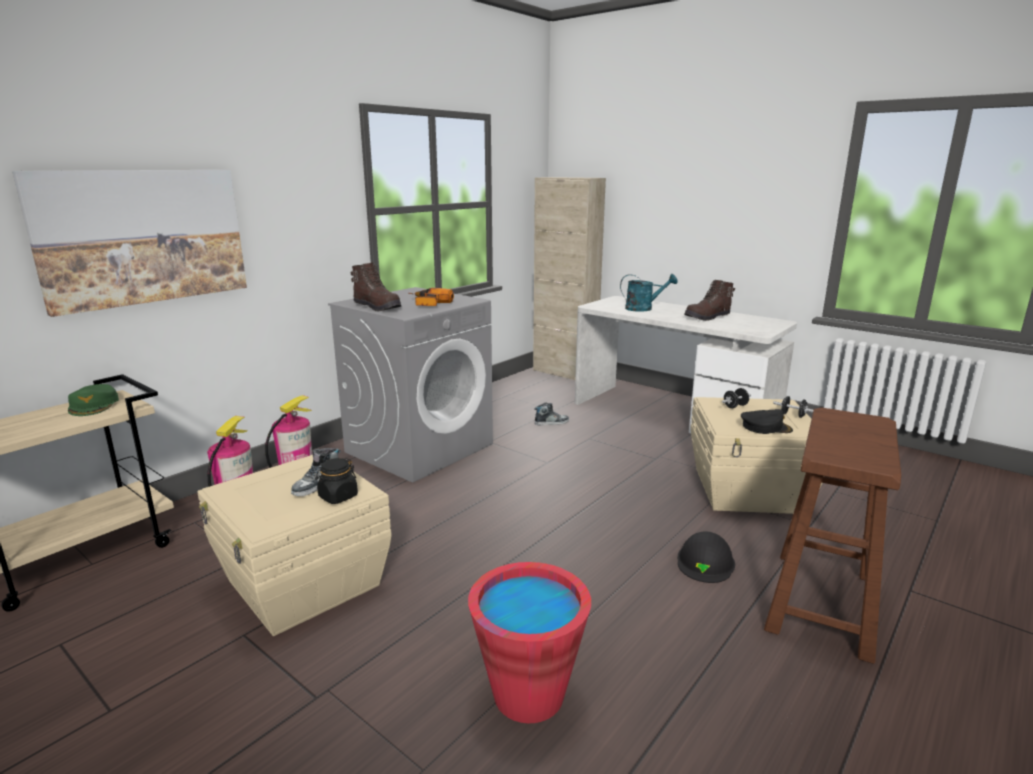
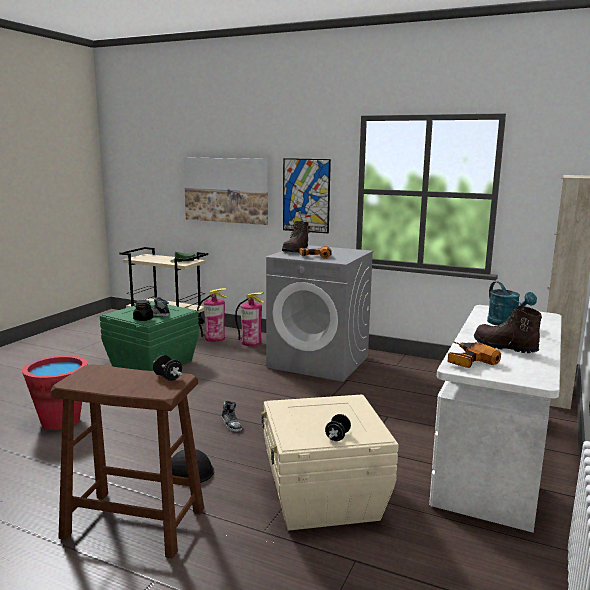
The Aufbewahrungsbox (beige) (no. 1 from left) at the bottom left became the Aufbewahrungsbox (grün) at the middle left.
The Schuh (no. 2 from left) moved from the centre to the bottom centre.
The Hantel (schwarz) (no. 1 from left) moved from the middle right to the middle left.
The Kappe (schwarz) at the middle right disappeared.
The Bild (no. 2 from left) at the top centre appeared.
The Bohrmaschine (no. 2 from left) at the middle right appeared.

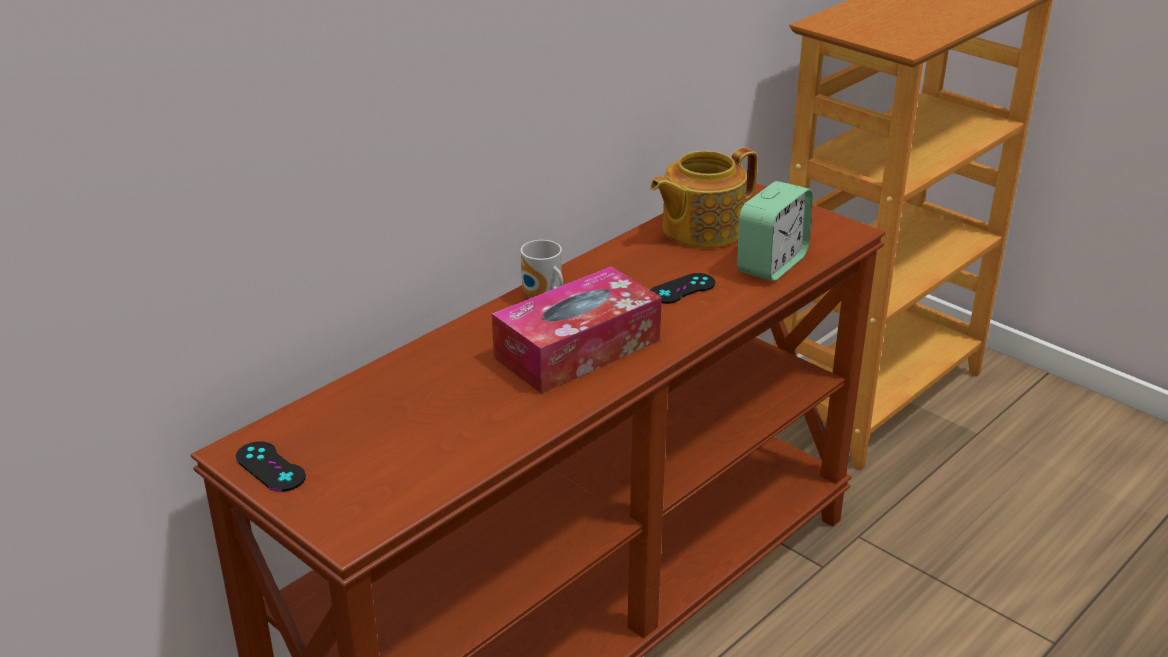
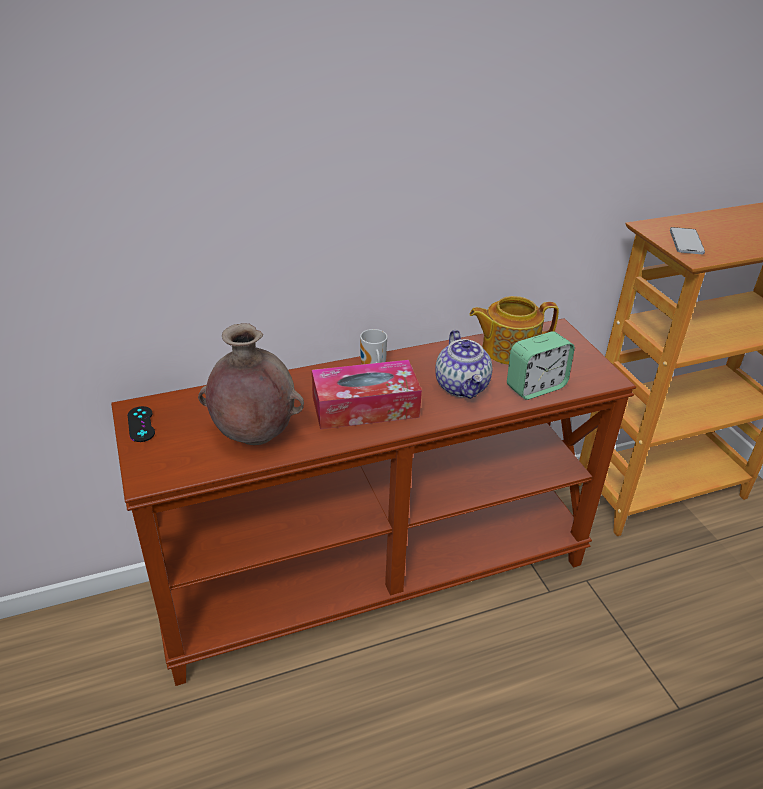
The Gamepad (schwarz) (no. 2 from left) at the centre was replaced by the Teekanne (no. 1 from left) at the centre.
The Vase (braun) at the middle left appeared.
The Handy at the top right appeared.

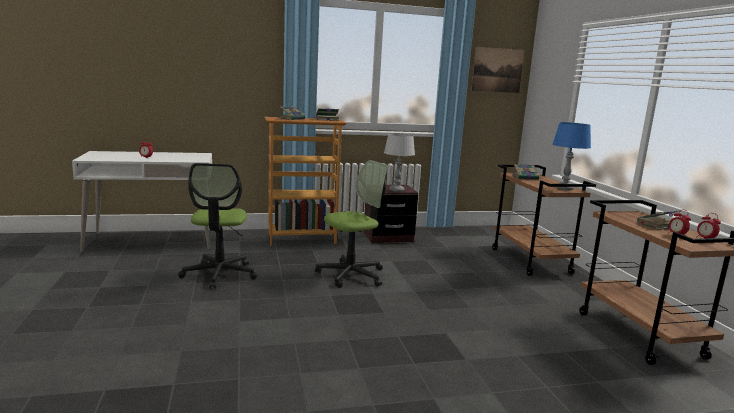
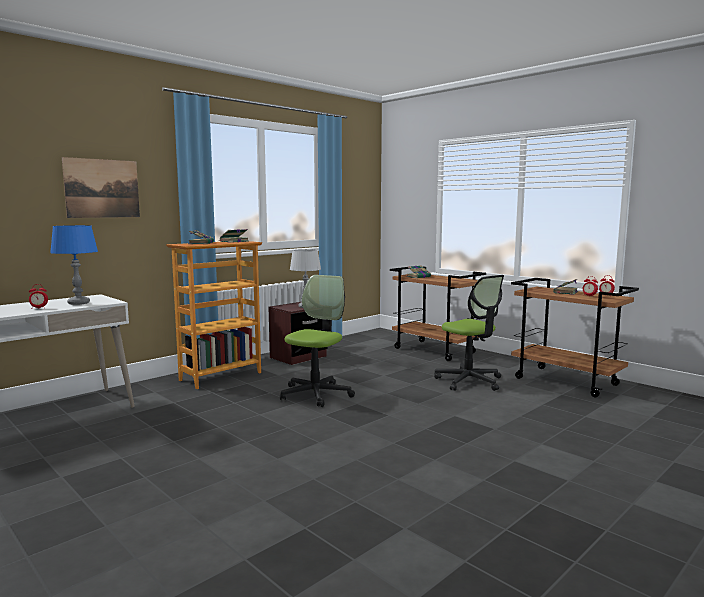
The Bürostuhl (no. 1 from left in the first image) moved from the middle left to the centre.
The Bild moved from the top right to the top left.
The Tischlampe (blau) moved from the middle right to the middle left.

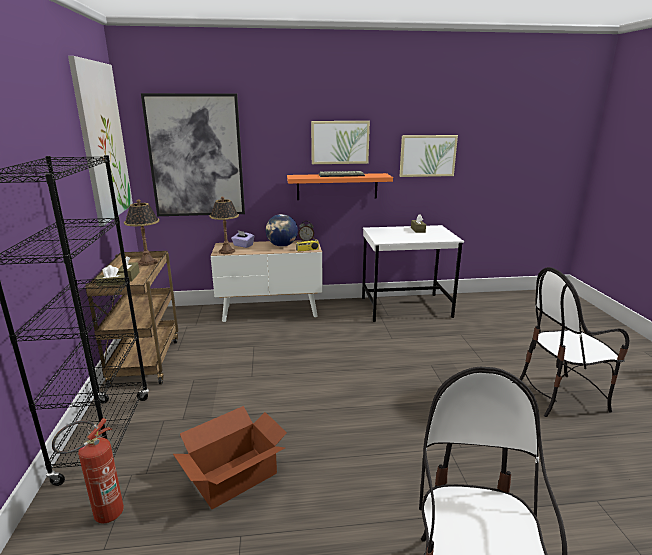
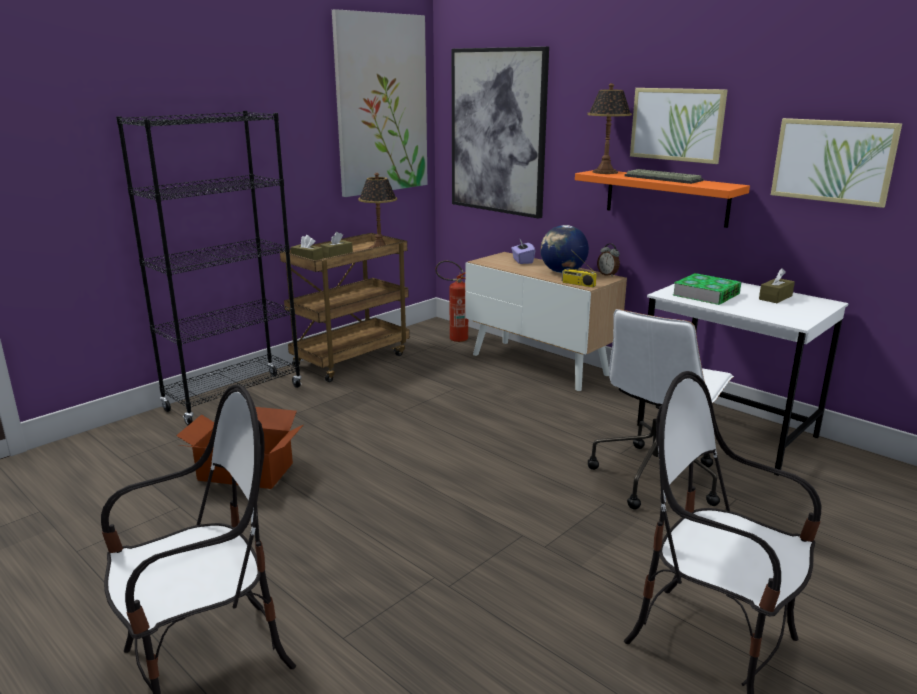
The Feuerlöscher moved from the bottom left to the centre.
The Tischlampe (no. 2 from left) moved from the centre to the top centre.
The Bürostuhl (weiß) at the middle right appeared.
The Buch at the middle right appeared.

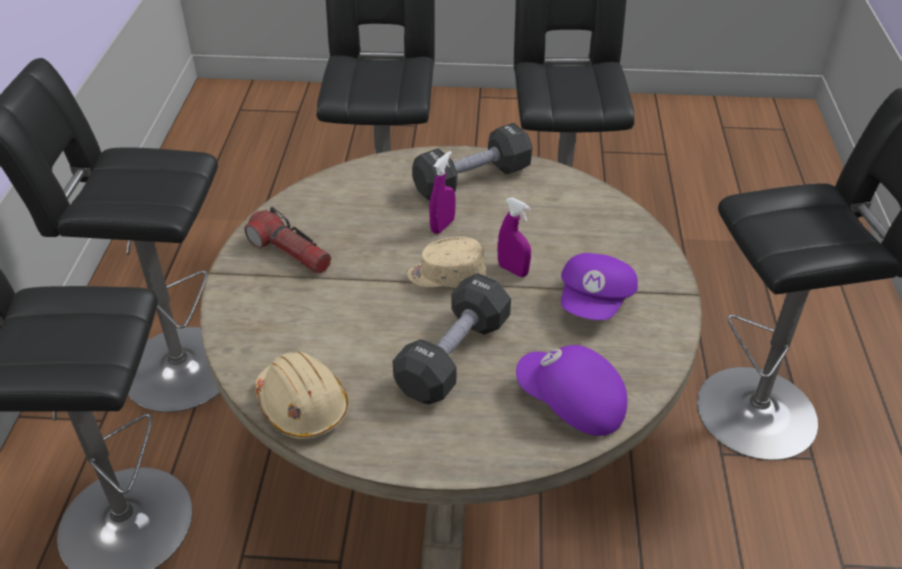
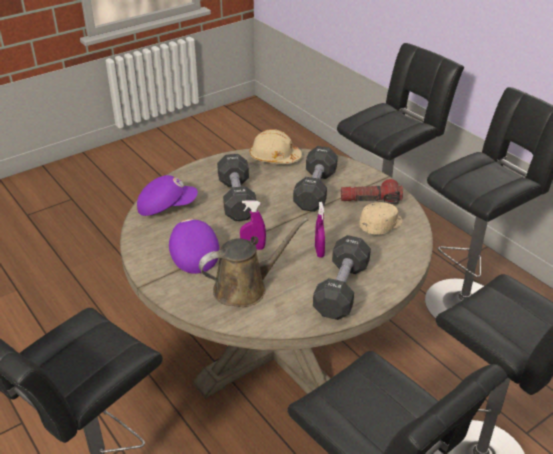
The Kappe (beige) moved from the centre to the middle right.
The Gießkanne (braun) at the centre appeared.
The Hantel (schwarz) (no. 2 from left) at the centre appeared.

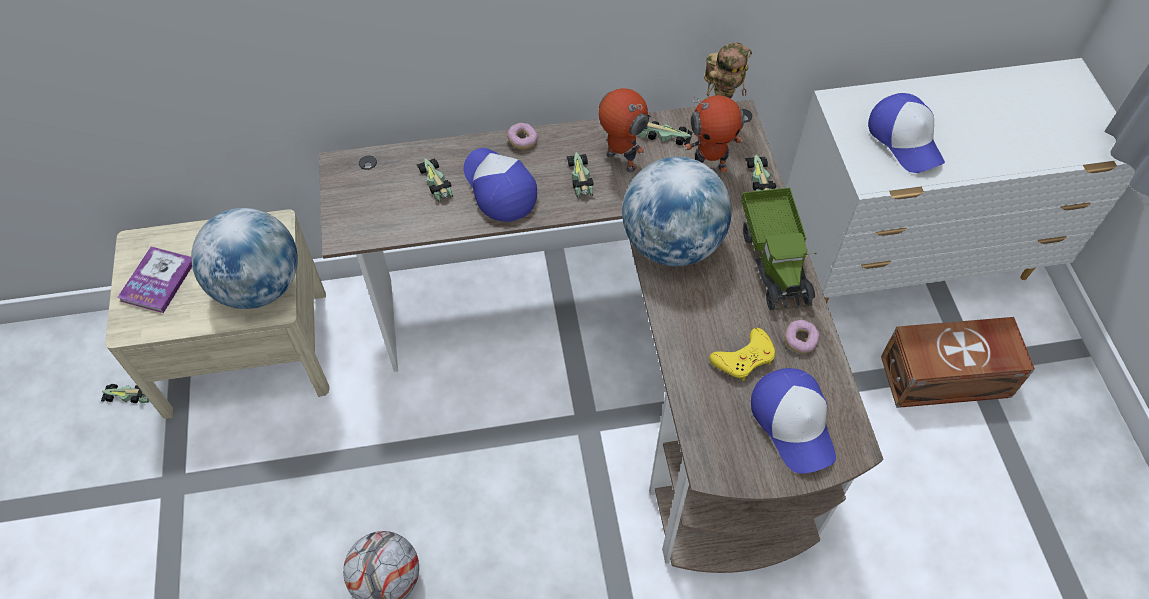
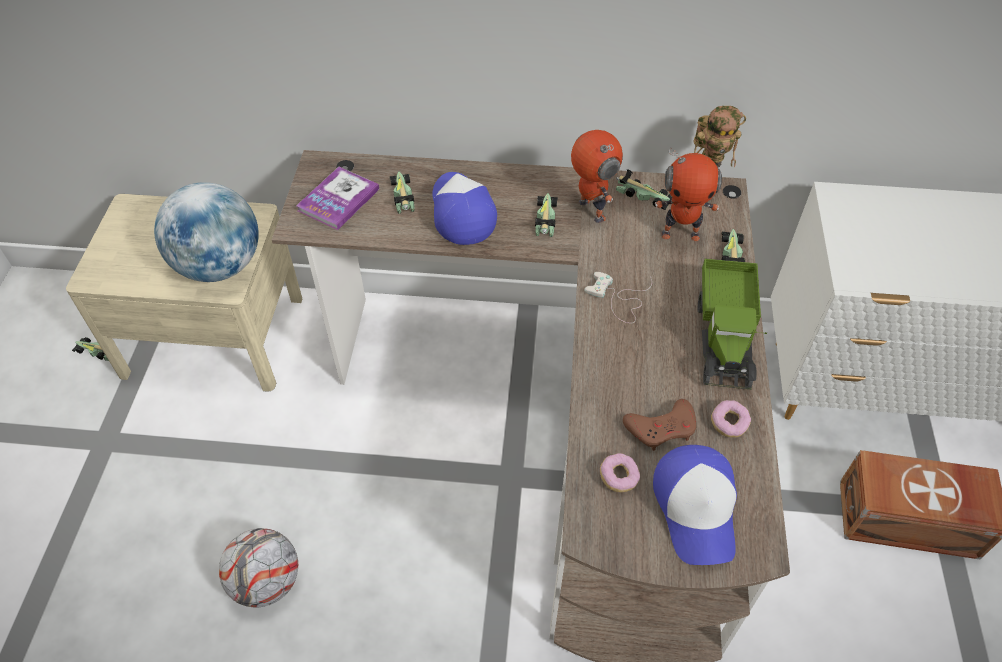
The Buch moved from the middle left to the top centre.
The Donut (no. 1 from left) moved from the top centre to the bottom centre.
The Globus (no. 2 from left) at the centre was replaced by the Gamepad (weiß) at the centre.
The Gamepad (gelb) at the centre became the Gamepad (braun) at the centre.
The Kappe (no. 3 from left) at the top right disappeared.

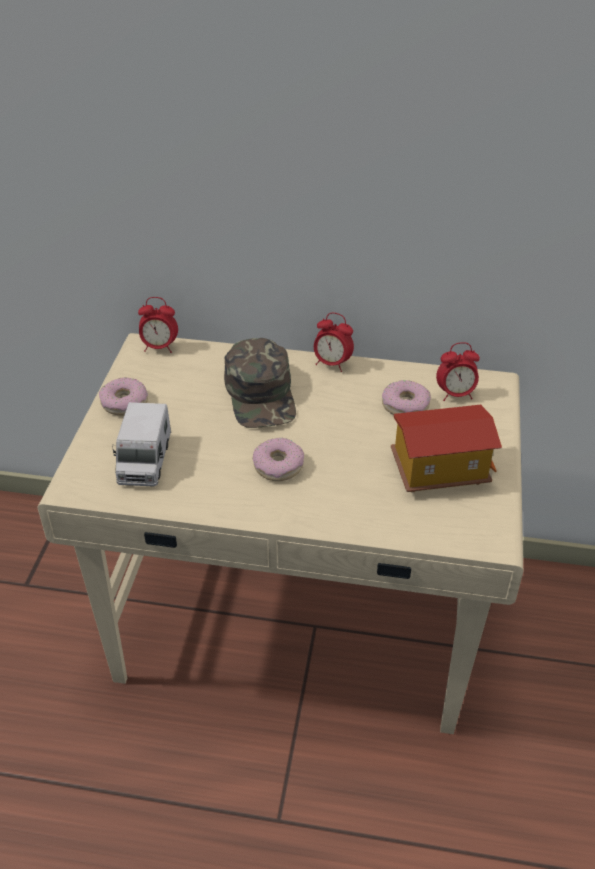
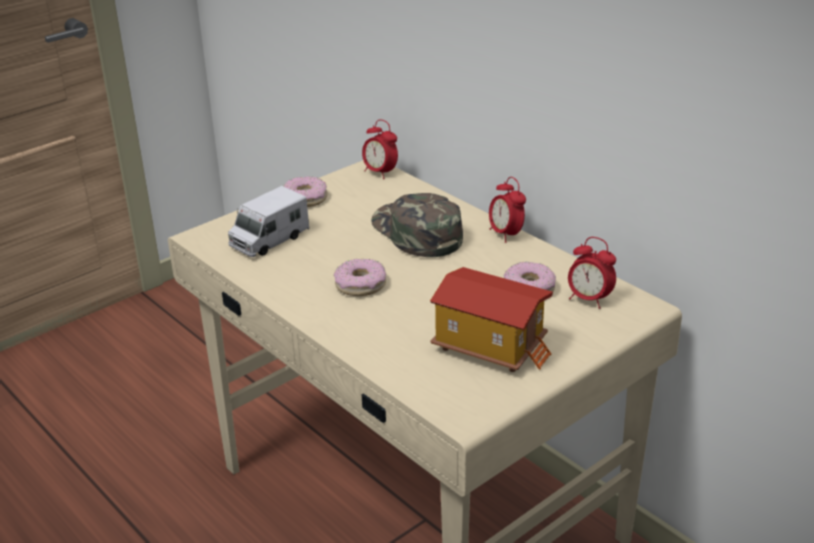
The Kappe (grün) at the centre turned 120 degrees clockwise.

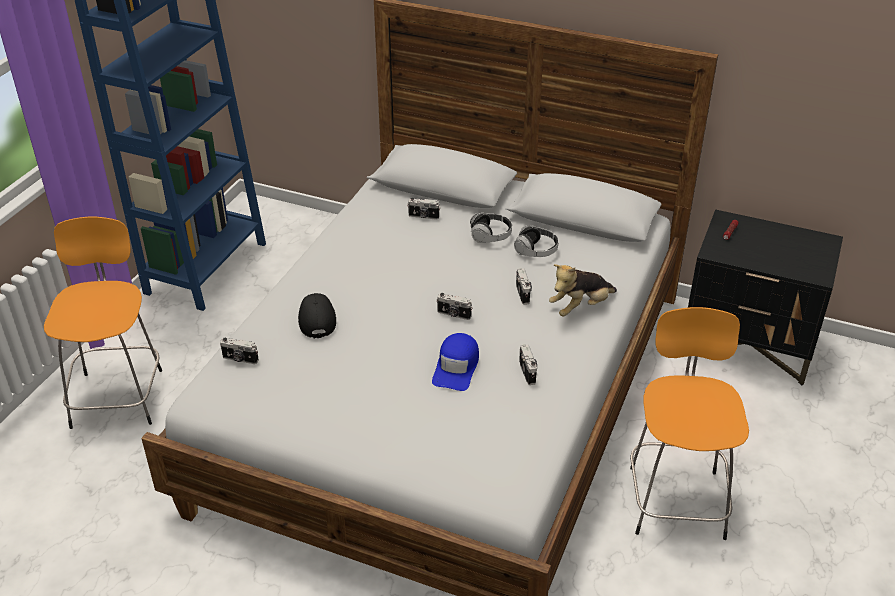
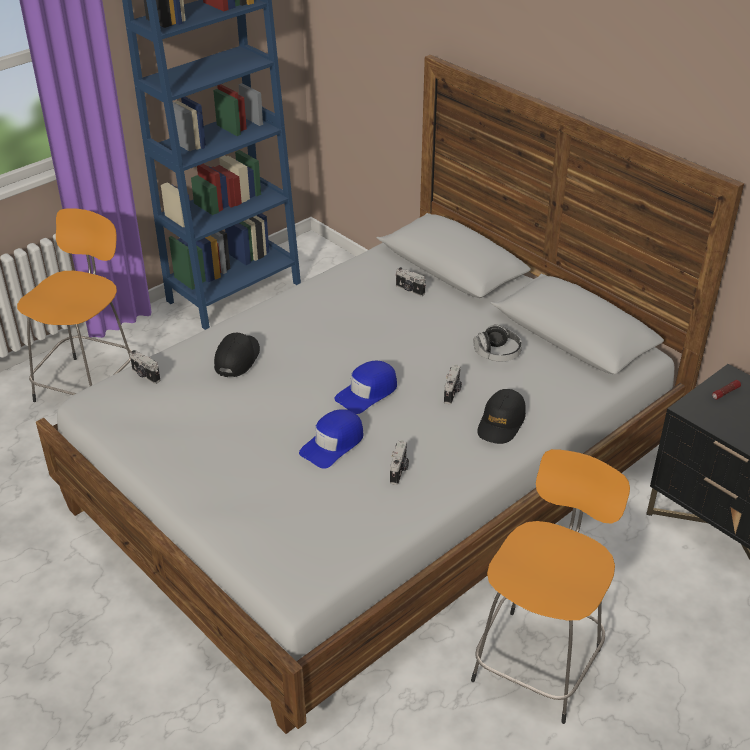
The Kamera (no. 3 from left) at the centre was replaced by the Kappe (blau) (no. 2 from left) at the centre.
The Kopfhörer (no. 1 from left) at the centre disappeared.
The Plüschtier at the centre was replaced by the Kappe (schwarz) (no. 2 from left) at the middle right.

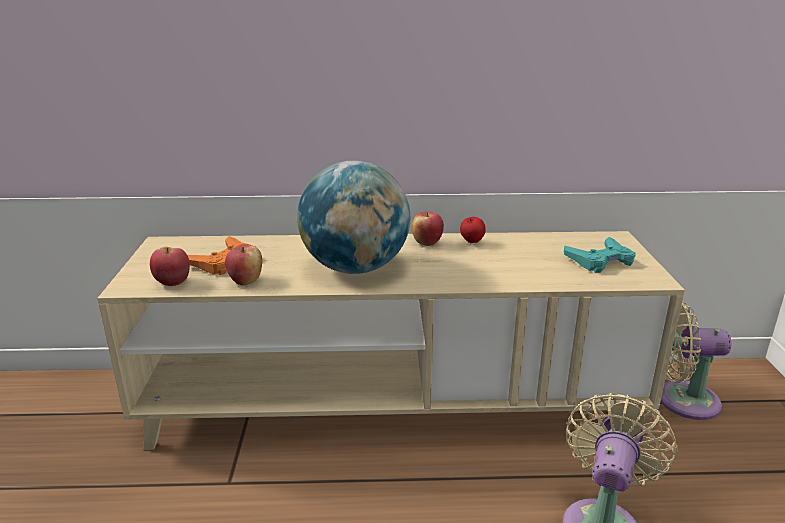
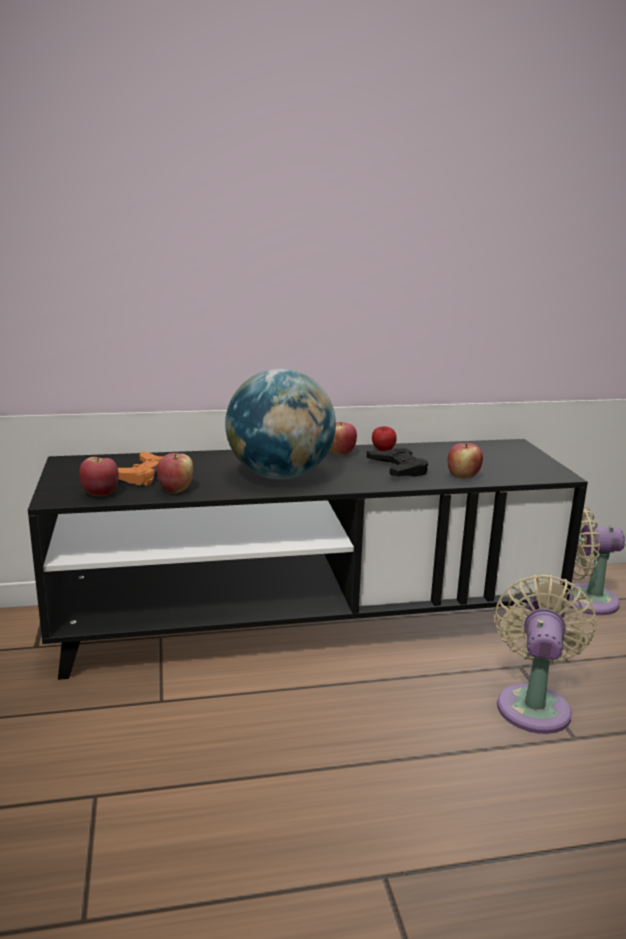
The Fernsehschrank (beige) at the centre became the Fernsehschrank (schwarz) at the centre.
The Gamepad (türkis) at the middle right disappeared.
The Gamepad (schwarz) at the centre appeared.
The Apfel (no. 5 from left) at the middle right appeared.

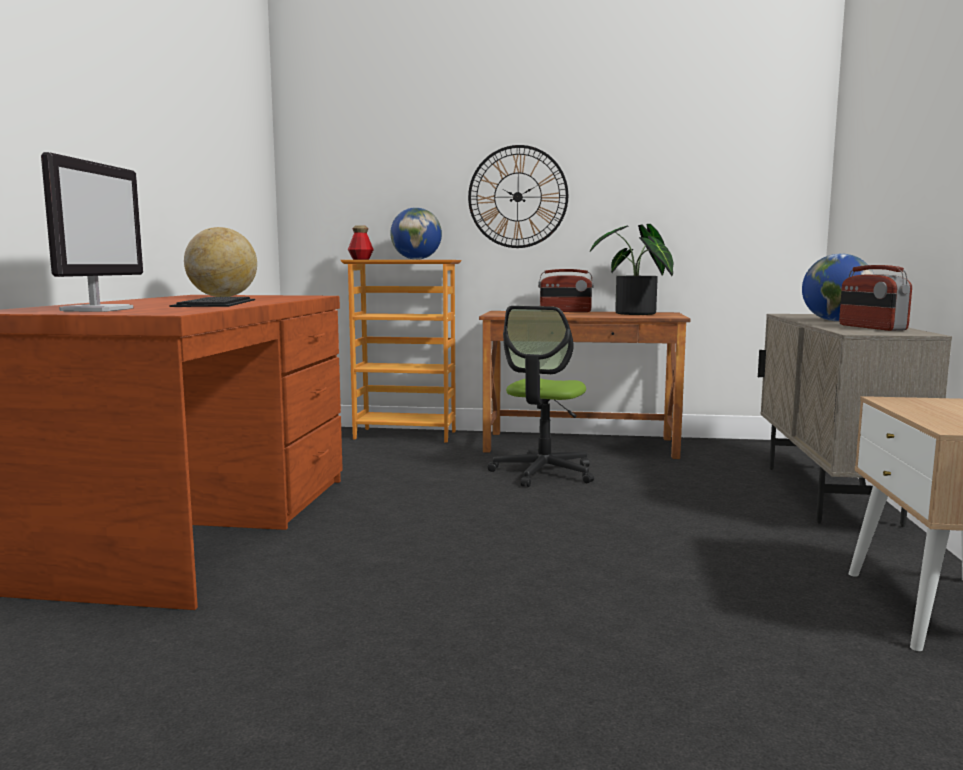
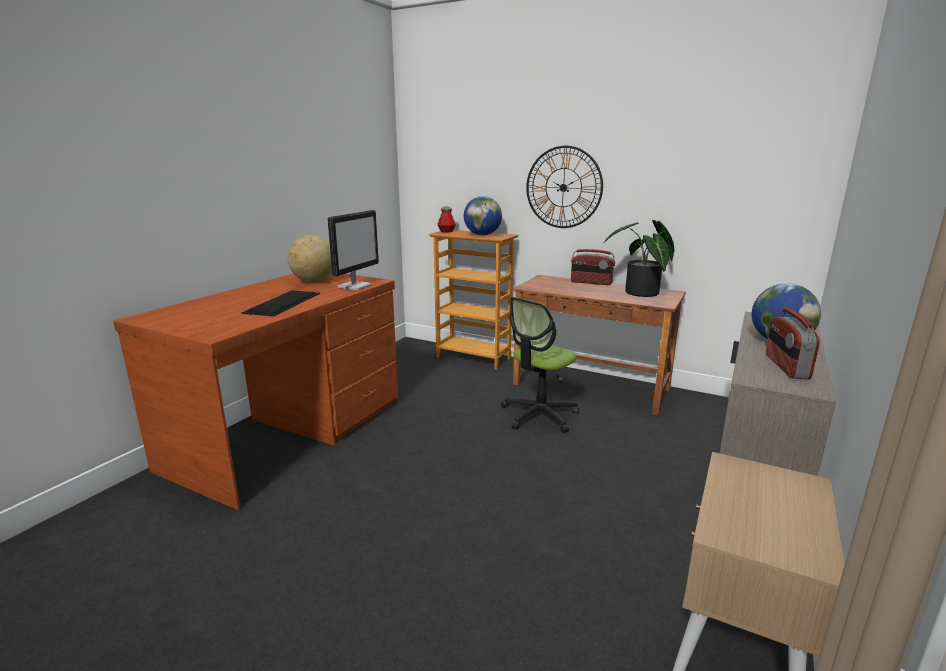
The Monitor moved from the top left to the centre.

